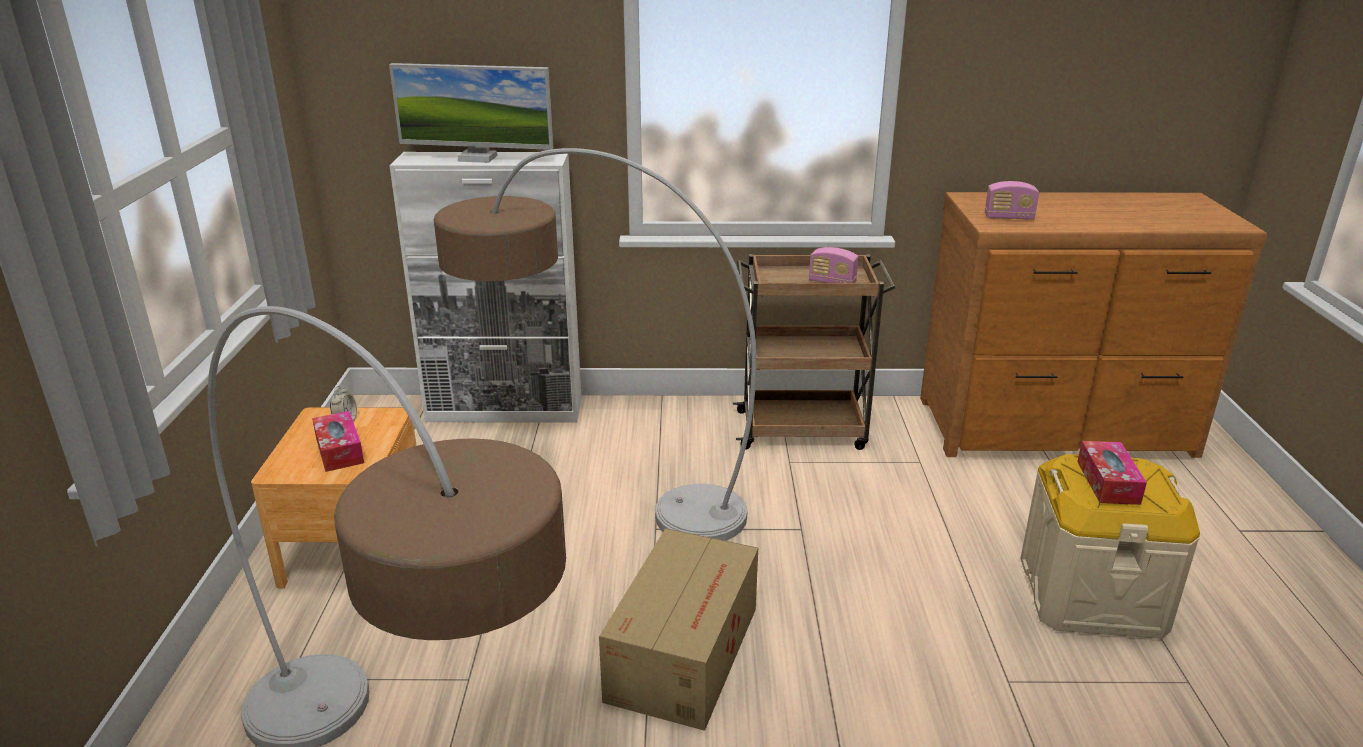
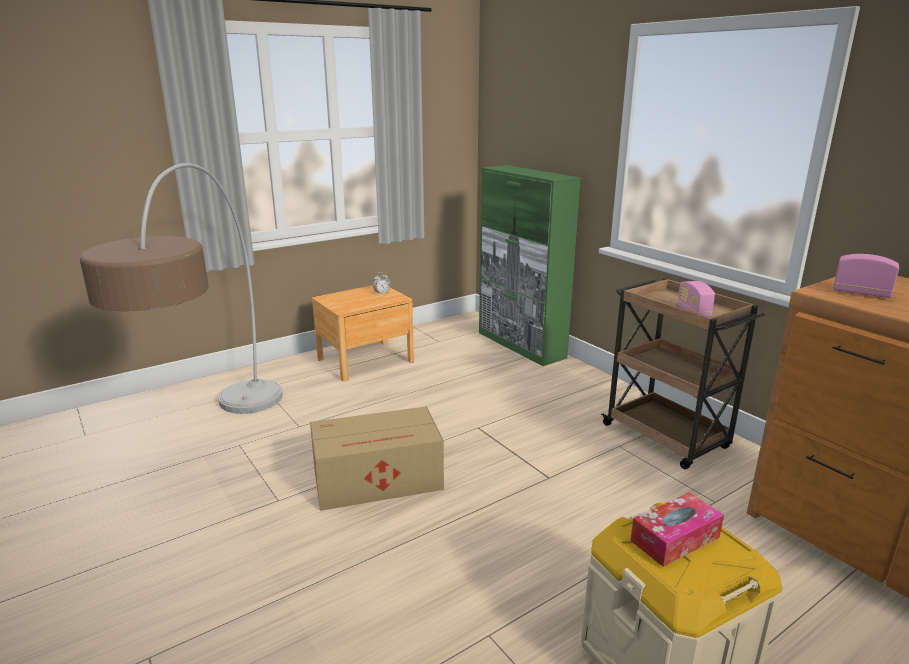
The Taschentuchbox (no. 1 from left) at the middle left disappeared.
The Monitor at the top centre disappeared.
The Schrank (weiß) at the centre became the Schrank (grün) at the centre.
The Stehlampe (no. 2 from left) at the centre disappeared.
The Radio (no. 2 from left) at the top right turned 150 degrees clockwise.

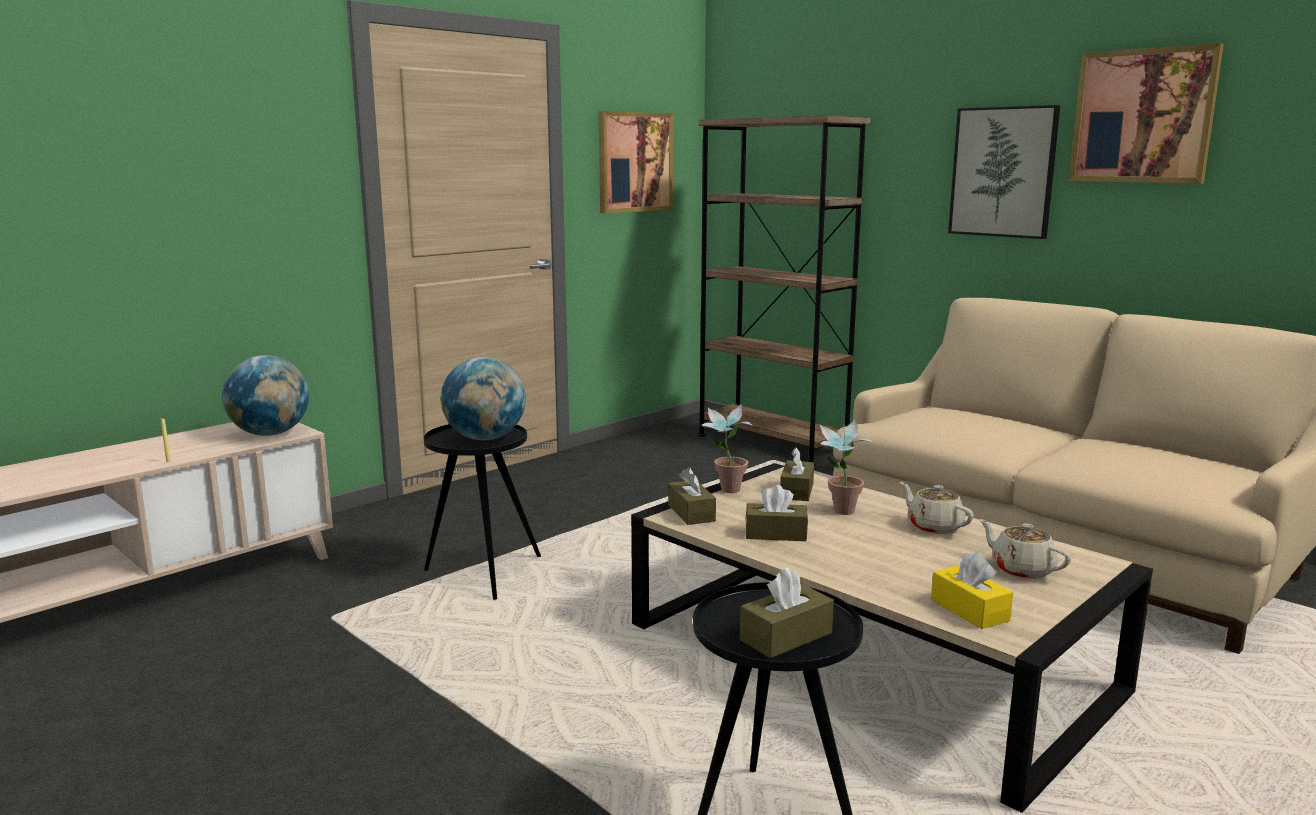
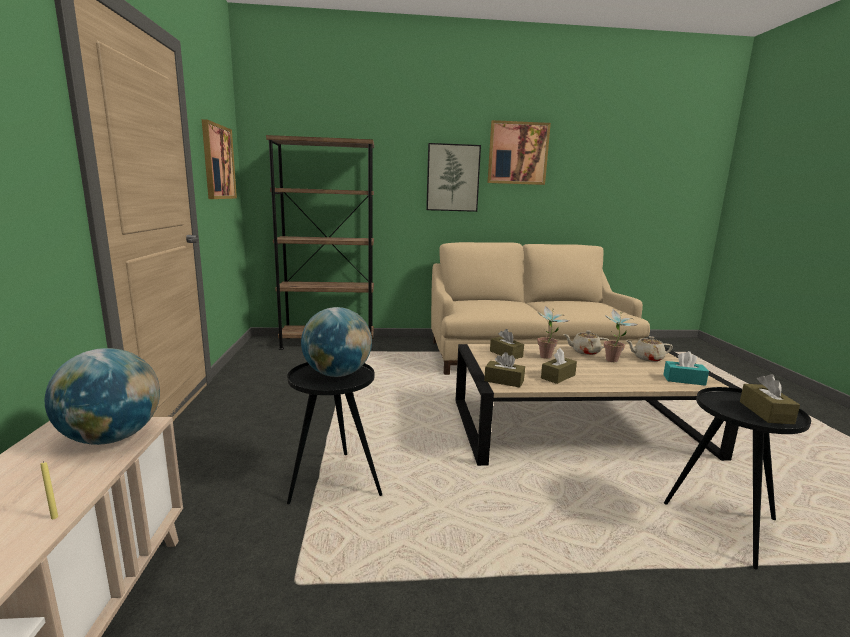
The Topfpflanze (no. 1 from left in the first image) moved from the centre to the middle right.
The Taschentuchbox (gelb) at the bottom right became the Taschentuchbox (türkis) at the middle right.

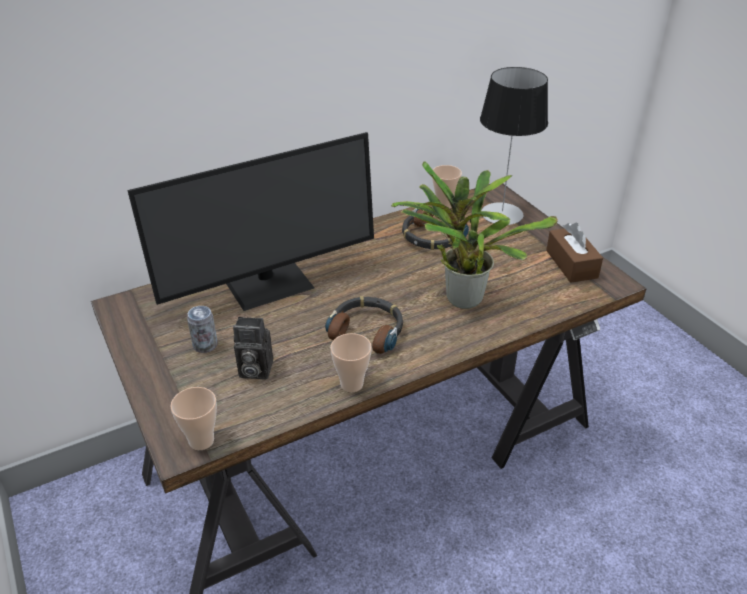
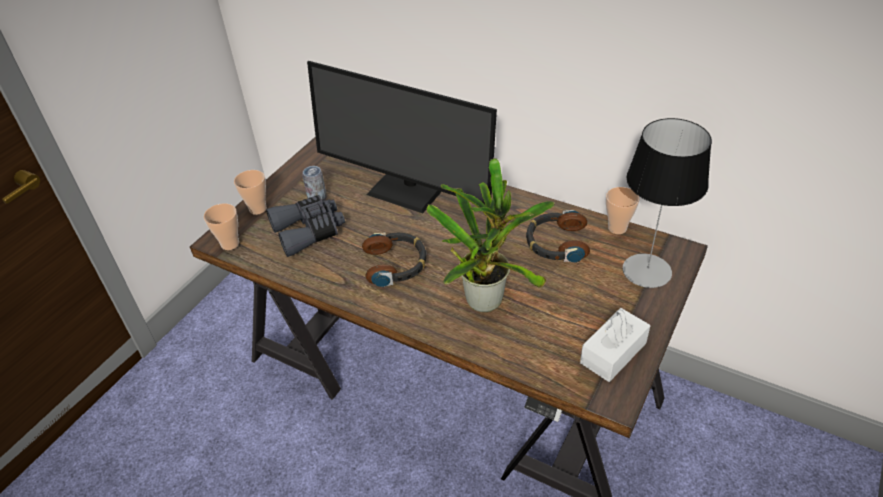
The Kamera at the centre was replaced by the Fernglas (grau) at the centre.
The Tasse (no. 2 from left) moved from the centre to the middle left.
The Taschentuchbox (braun) at the middle right became the Taschentuchbox (weiß) at the bottom right.

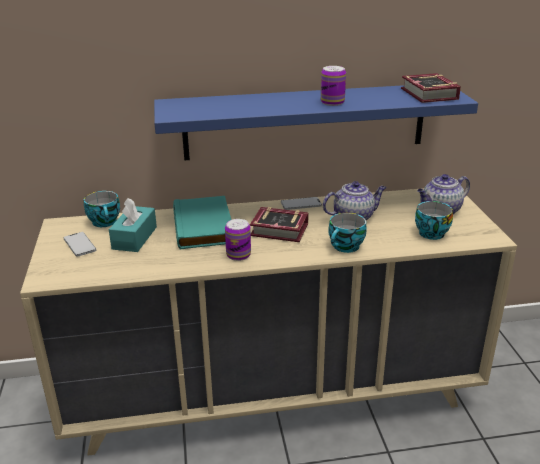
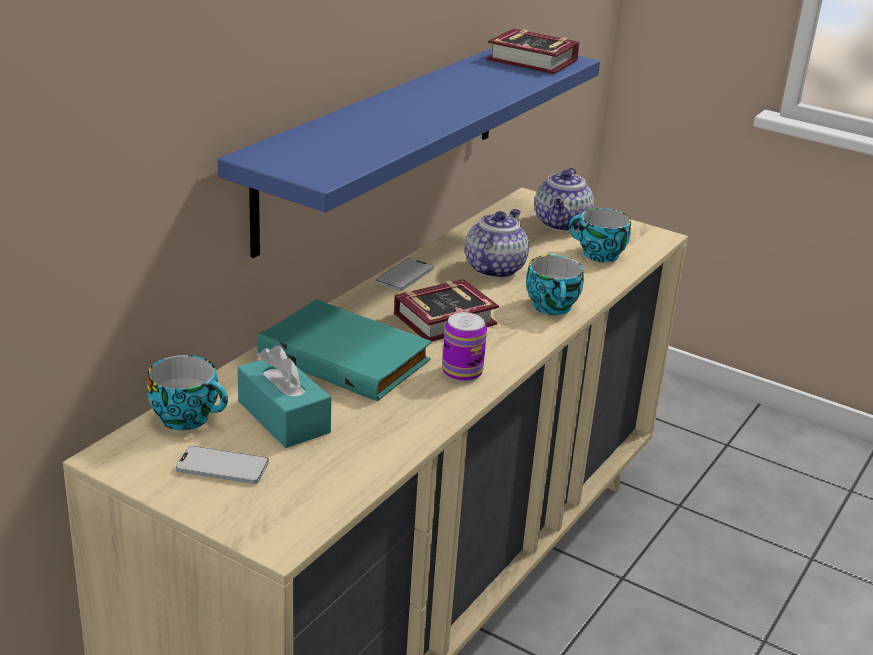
The Dose (no. 2 from left) at the top centre disappeared.

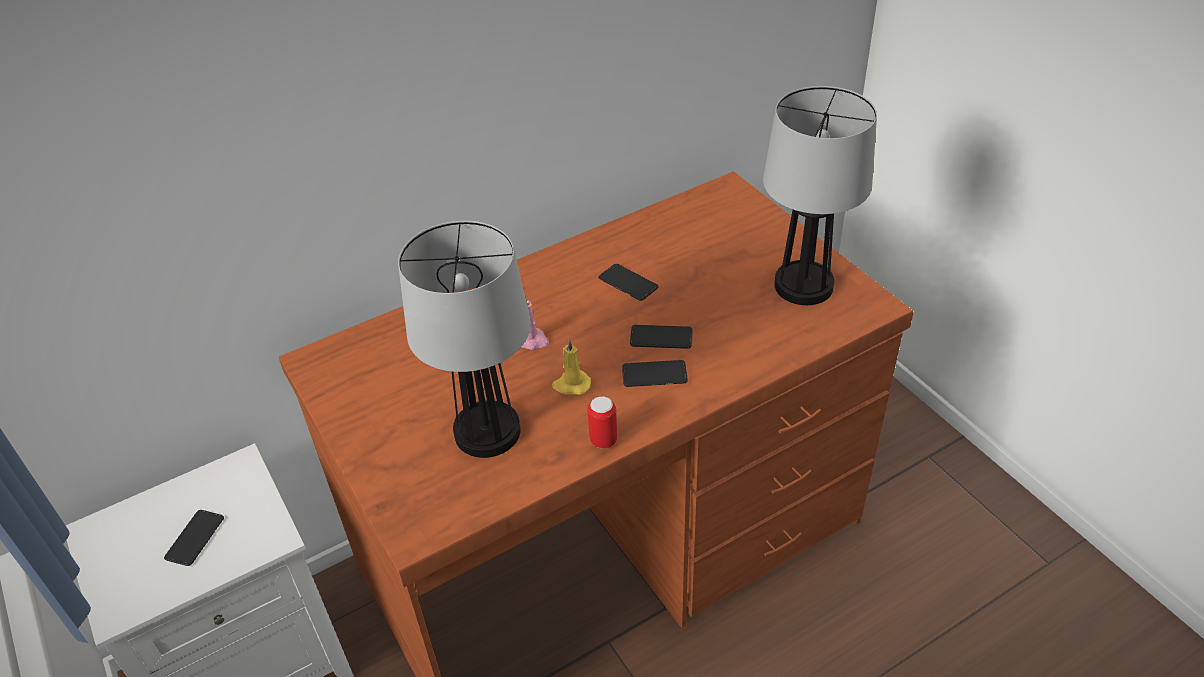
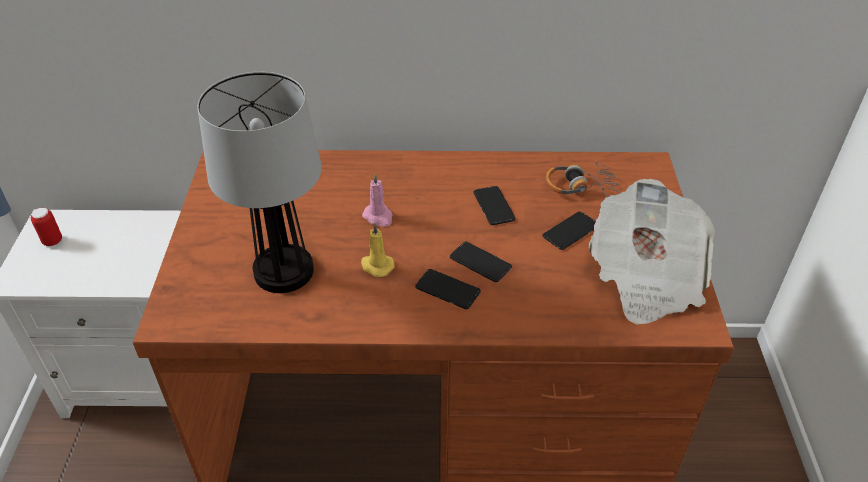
The Handy (no. 1 from left in the first image) moved from the bottom left to the centre.
The Dose moved from the centre to the middle left.
The Tischlampe (no. 2 from left) at the top right was replaced by the Zeitung at the middle right.
The Kopfhörer at the middle right appeared.

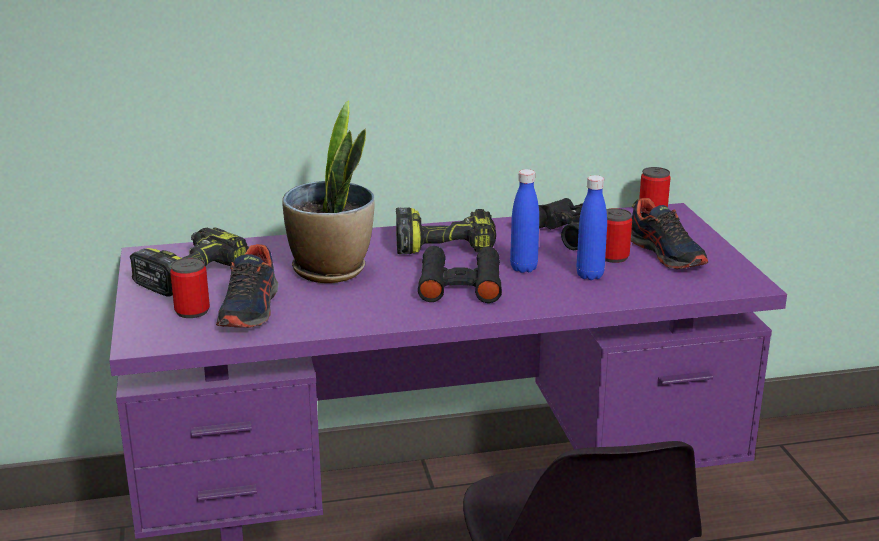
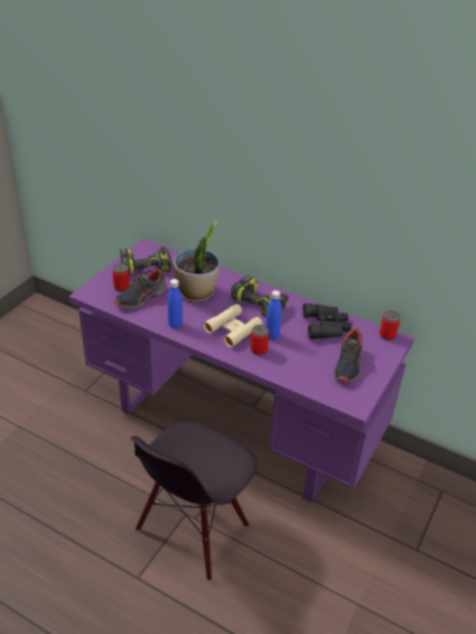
The Fernglas (schwarz) (no. 1 from left) at the centre became the Fernglas (beige) at the centre.
The Flasche (blau) (no. 2 from left in the first image) moved from the middle right to the centre.
The Dose (no. 2 from left) moved from the middle right to the centre.

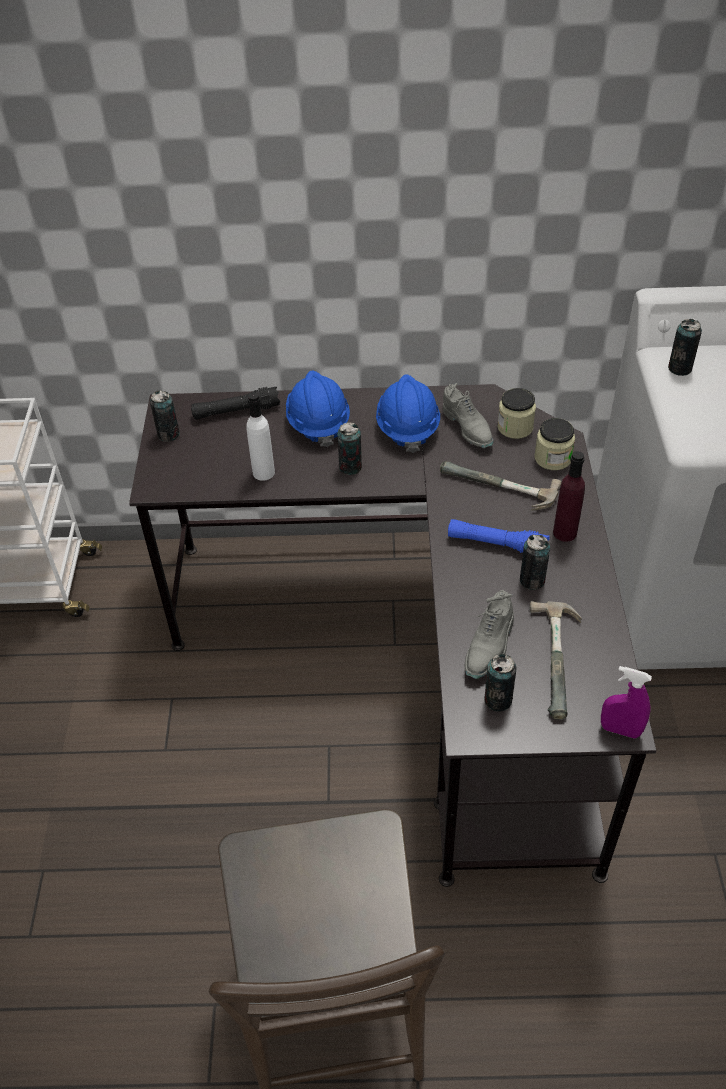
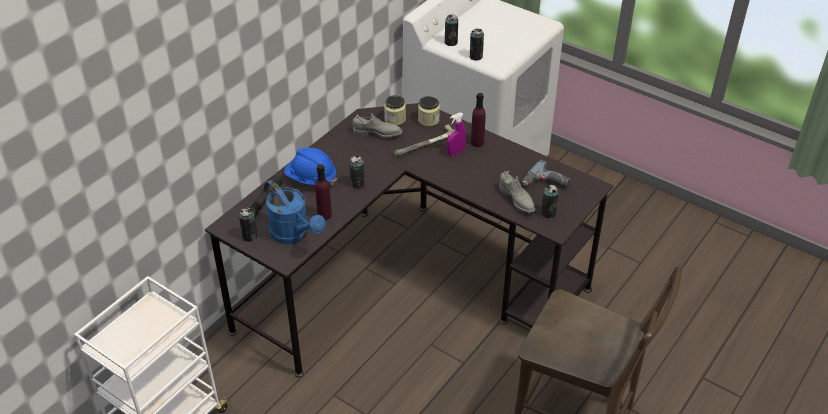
The Flasche (weiß) at the centre became the Flasche (lila) (no. 1 from left) at the centre.
The Schutzhelm (blau) (no. 2 from left) at the centre disappeared.
The Taschenlampe (blau) at the middle right disappeared.
The Dose (no. 4 from left) moved from the middle right to the top centre.
The Hammer (no. 2 from left) at the middle right was replaced by the Bohrmaschine at the centre.
The Sprühflasche (lila) moved from the middle right to the top centre.
The Gießkanne (blau) at the centre appeared.

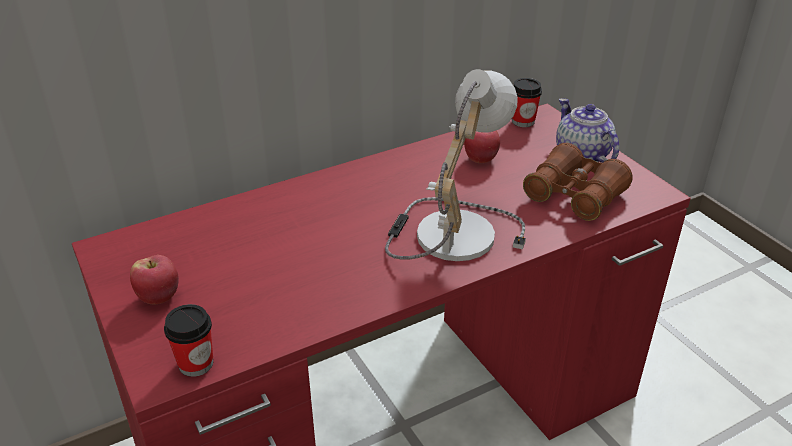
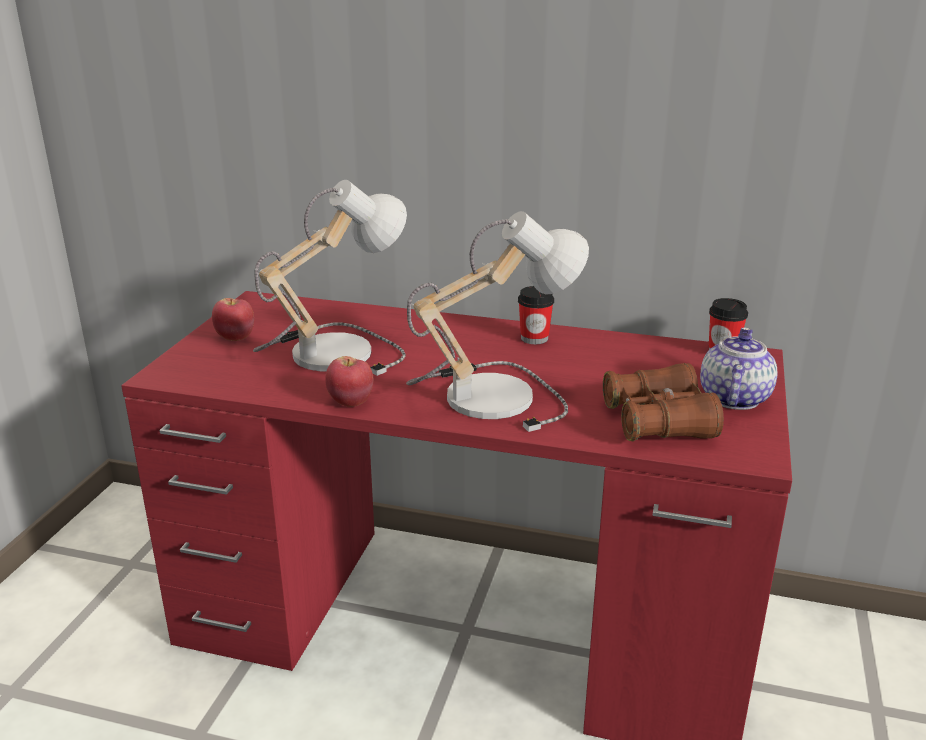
The Tasse (no. 1 from left) moved from the bottom left to the centre.
The Apfel (no. 2 from left) moved from the top centre to the centre.
The Tischlampe (no. 1 from left) at the centre appeared.

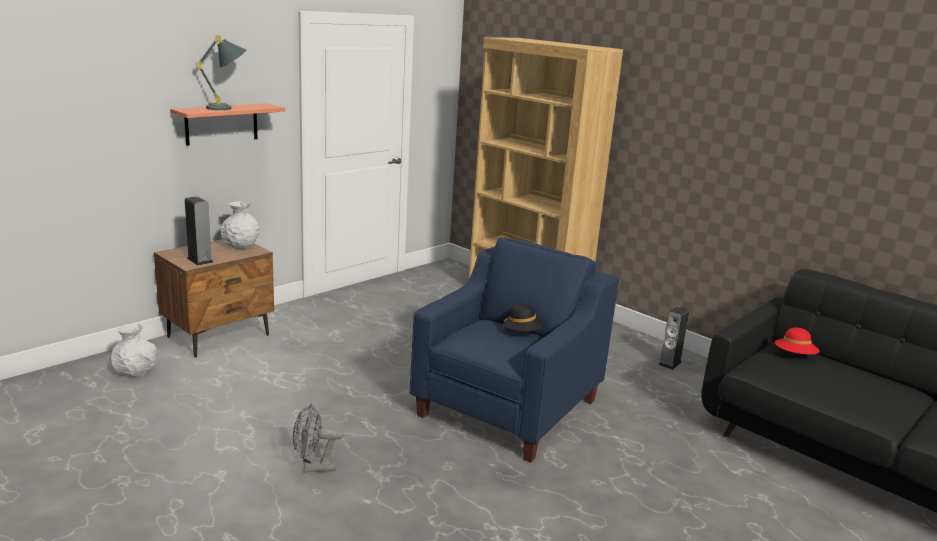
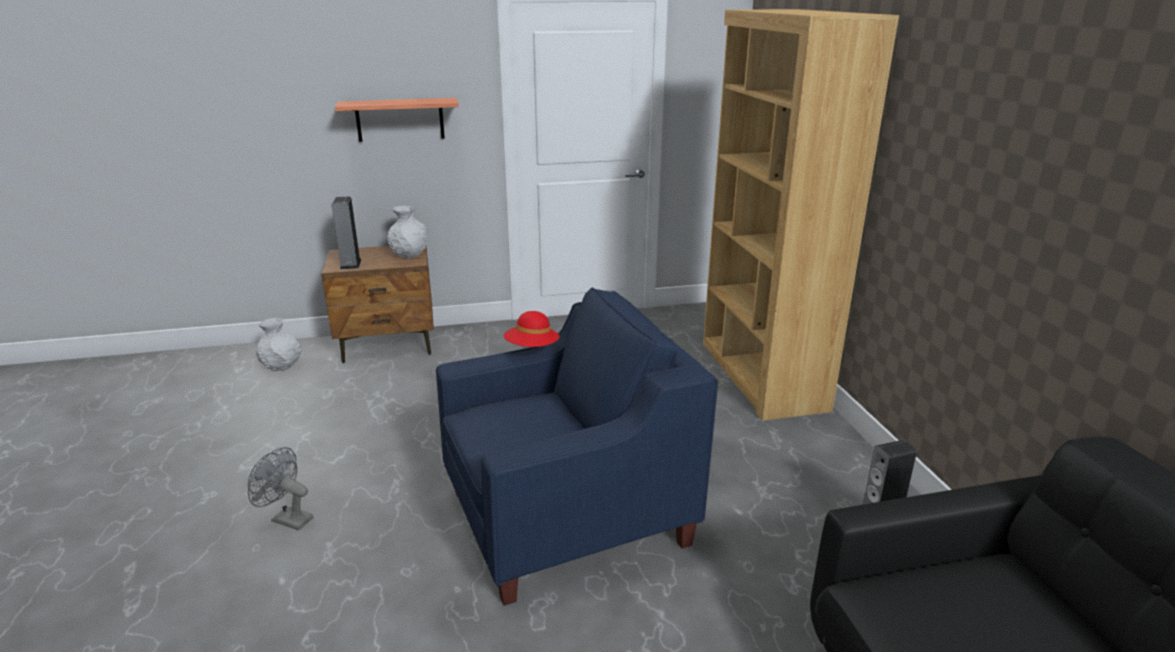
The Tischlampe (grau) at the top left disappeared.
The Hut (schwarz) at the centre disappeared.
The Hut (rot) moved from the middle right to the centre.

